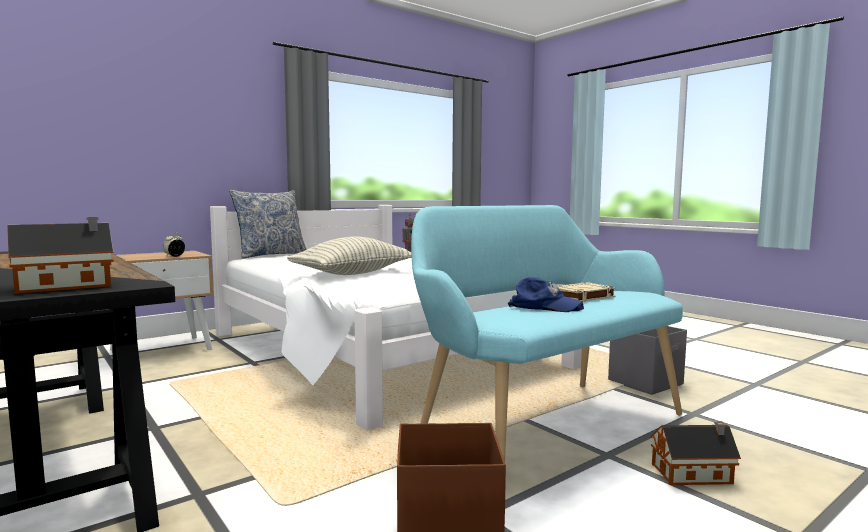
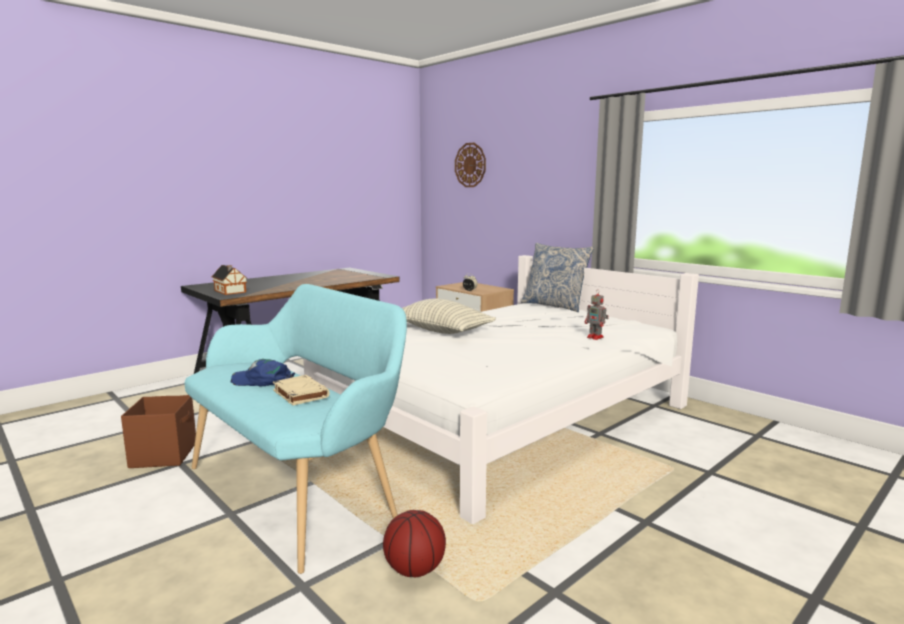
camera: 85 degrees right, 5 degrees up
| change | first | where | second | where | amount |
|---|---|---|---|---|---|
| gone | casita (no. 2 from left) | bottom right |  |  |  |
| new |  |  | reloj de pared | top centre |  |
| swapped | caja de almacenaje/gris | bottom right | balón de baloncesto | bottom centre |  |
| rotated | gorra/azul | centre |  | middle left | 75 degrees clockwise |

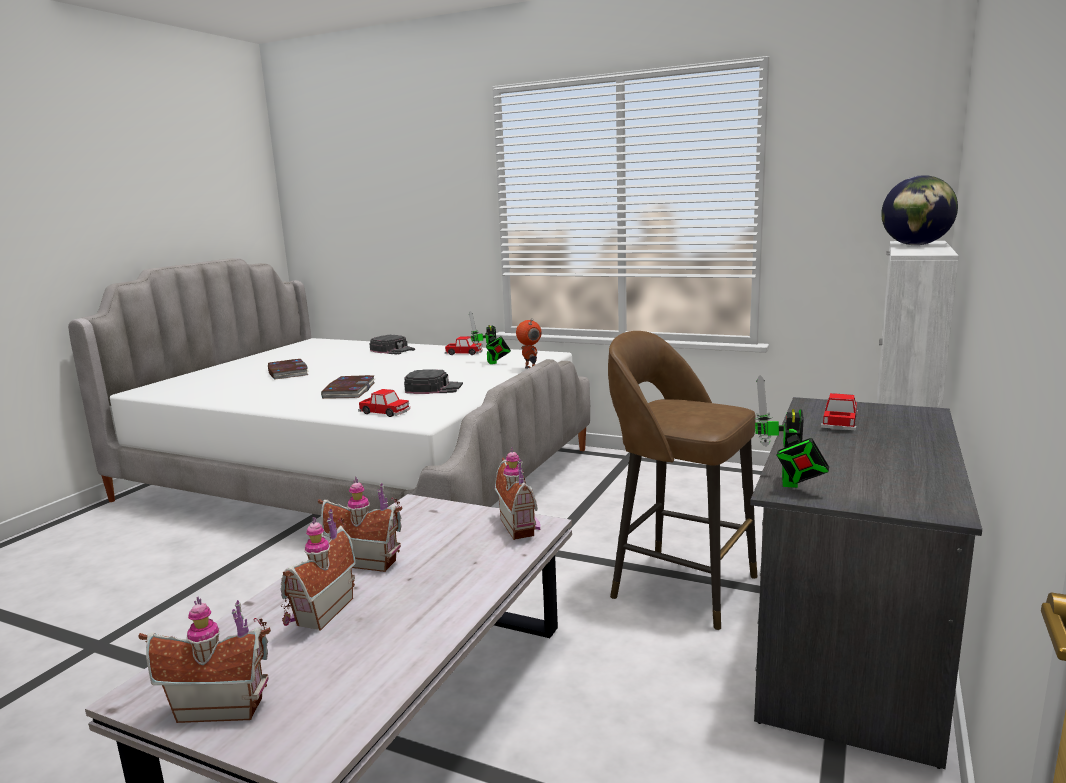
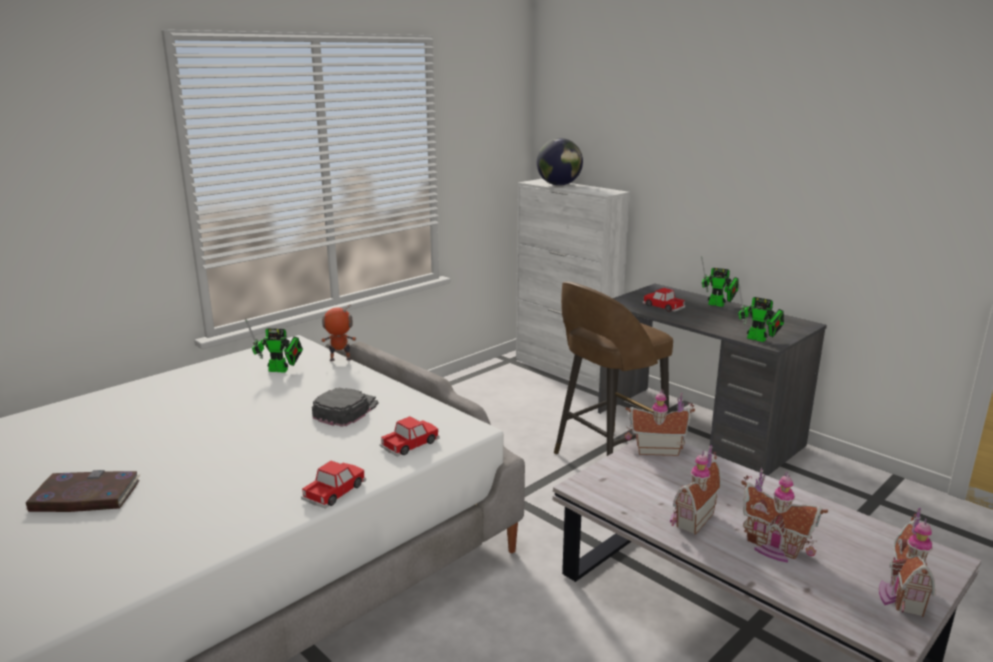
camera: 70 degrees left, 5 degrees up
| change | first | where | second | where | amount |
|---|---|---|---|---|---|
| gone | libro (no. 2 from left) | middle left |  |  |  |
| gone | gorra/negro (no. 1 from left) | centre |  |  |  |
| new |  |  | robot de juguete (no. 3 from left) | middle right |  |
| shifted | coche de juguete (no. 2 from left in the first image) | centre | coche de juguete (no. 1 from left) | bottom centre |  |

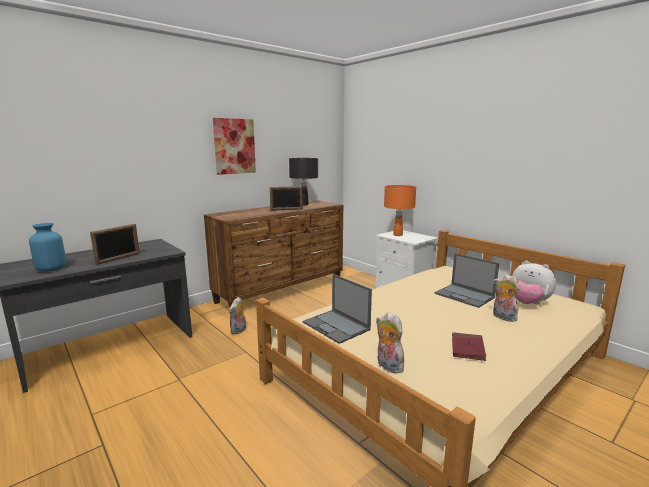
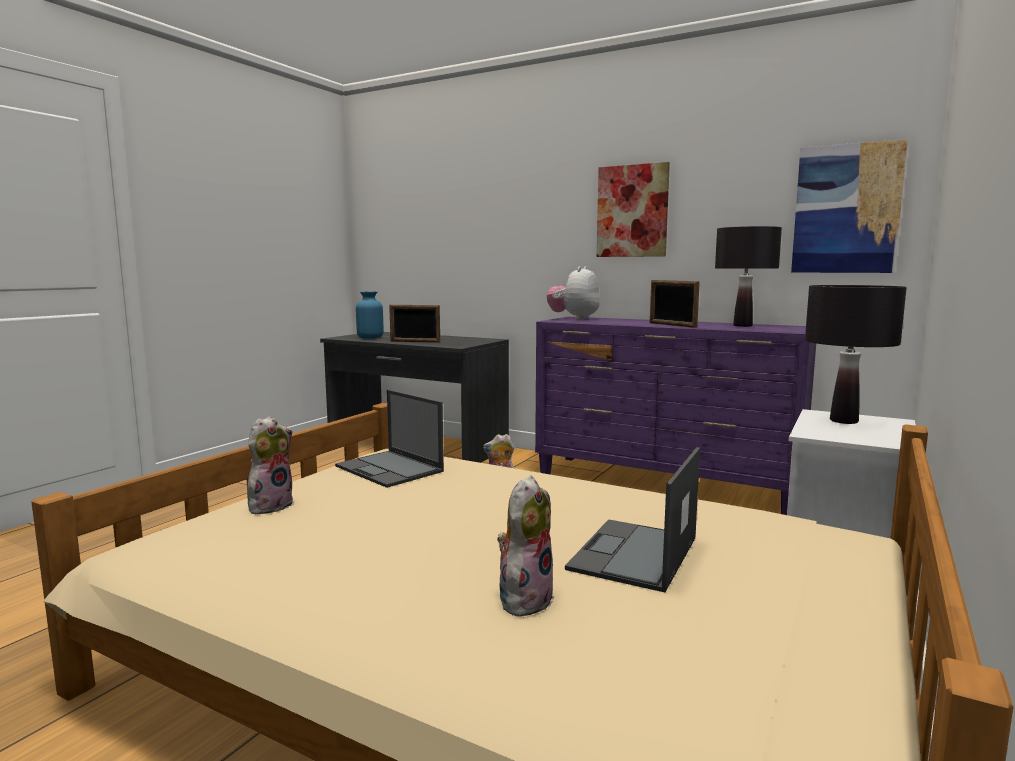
camera: 70 degrees right, 5 degrees down
| change | first | where | second | where | amount |
|---|---|---|---|---|---|
| gone | libro/rojo | bottom right |  |  |  |
| new |  |  | cuadro (no. 2 from left) | top right |  |
| shifted | peluche (no. 4 from left) | middle right |  | centre |  |
| repainted | cómoda/marrón | centre | cómoda/morado | centre |  |
| repainted | lámpara de mesa/naranja | centre | lámpara de mesa/negro (no. 2 from left) | middle right |  |
| rotated | portátil (no. 1 from left) | centre |  | centre | 75 degrees counterclockwise |

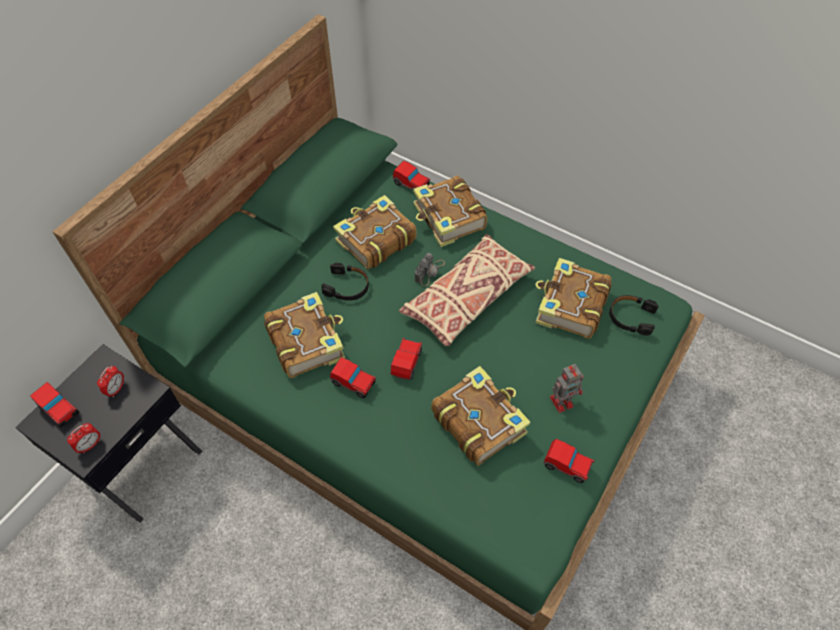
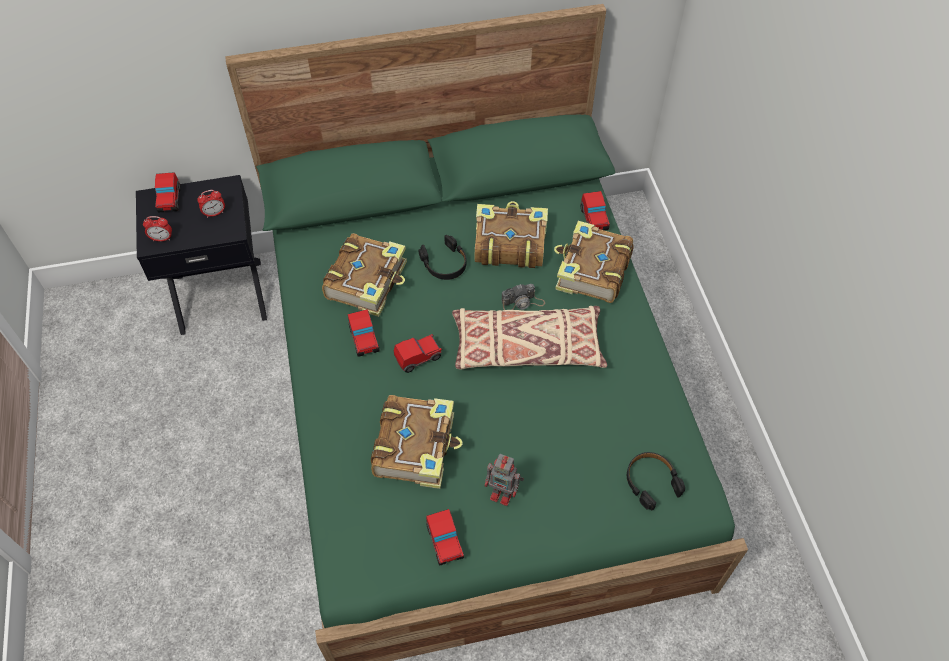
camera: 45 degrees right, 0 degrees up
| change | first | where | second | where | amount |
|---|---|---|---|---|---|
| gone | libro (no. 5 from left) | middle right |  |  |  |

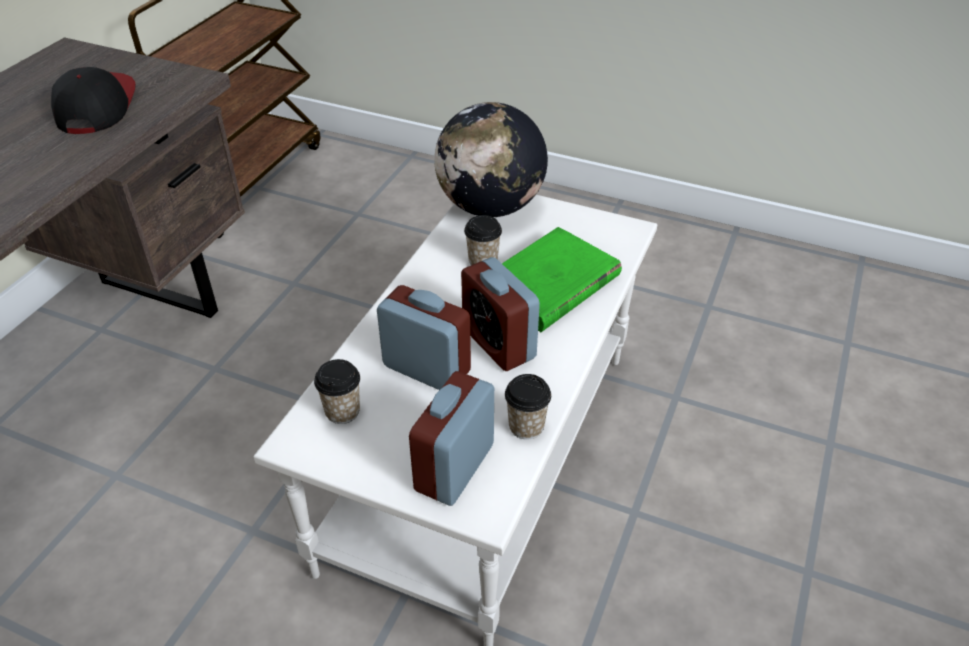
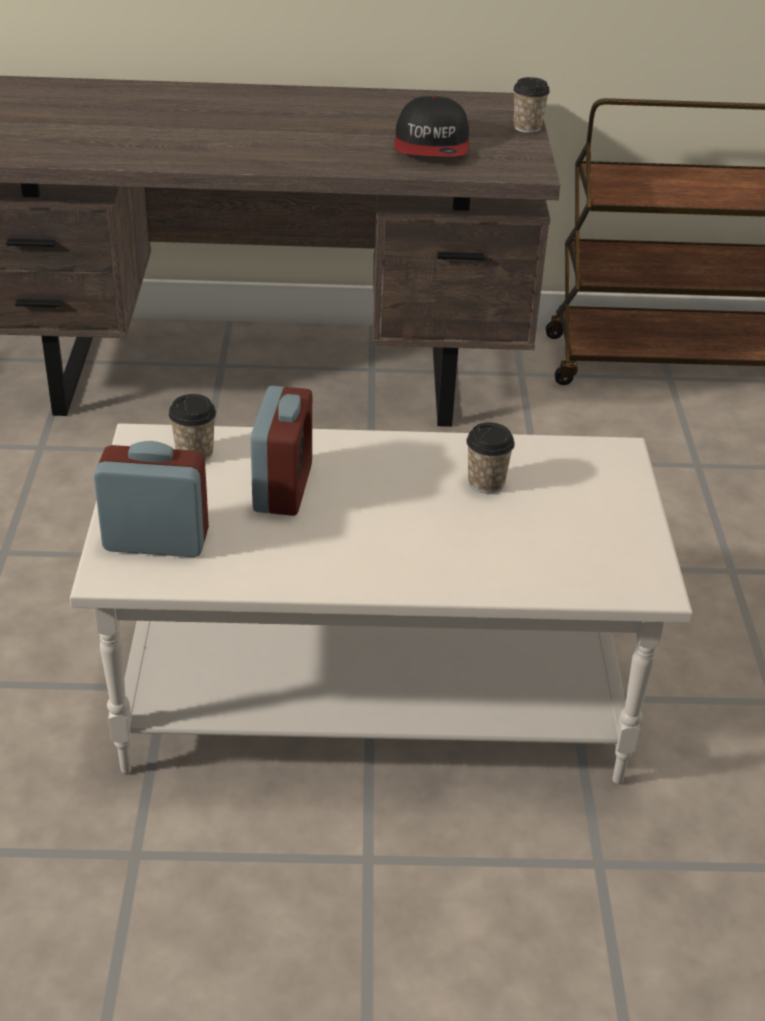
camera: 65 degrees right, 5 degrees down
| change | first | where | second | where | amount |
|---|---|---|---|---|---|
| gone | globo terráqueo | top centre |  |  |  |
| gone | despertador (no. 3 from left) | centre |  |  |  |
| gone | libro/verde | centre |  |  |  |
| shifted | taza (no. 3 from left) | centre |  | top right |  |
| rotated | gorra | top left |  | top centre | 120 degrees clockwise |

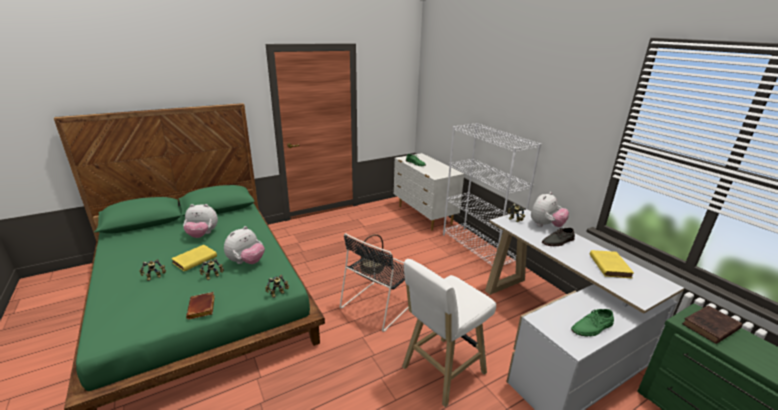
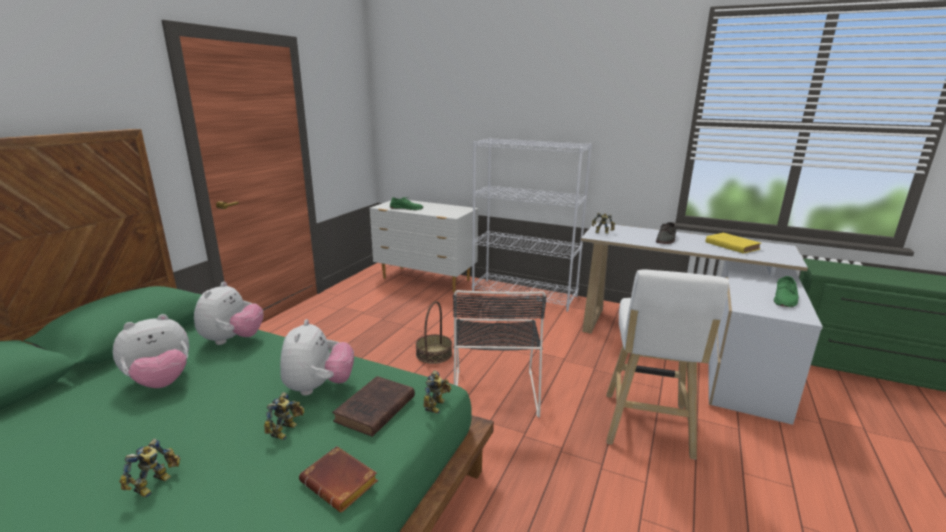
camera: 35 degrees left, 5 degrees down
| change | first | where | second | where | amount |
|---|---|---|---|---|---|
| gone | libro/amarillo (no. 1 from left) | middle left |  |  |  |
| shifted | peluche (no. 3 from left in the first image) | middle right | peluche (no. 2 from left) | middle left |  |
| shifted | libro/marrón (no. 2 from left) | bottom right |  | bottom centre |  |

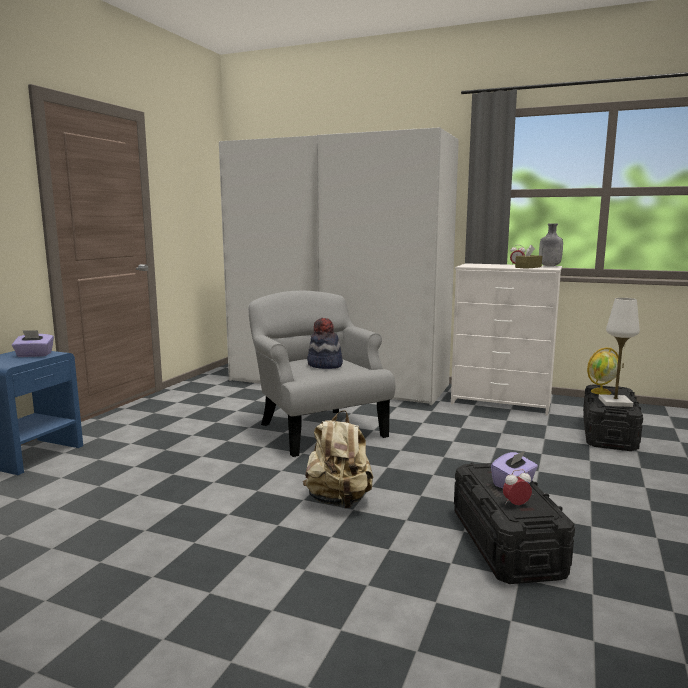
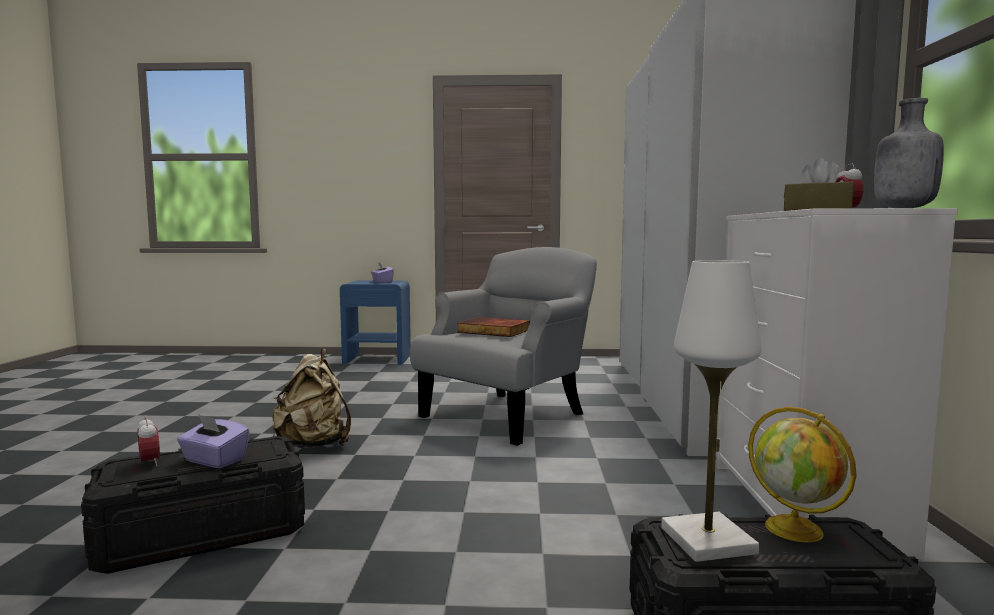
camera: 70 degrees right, 5 degrees down
| change | first | where | second | where | amount |
|---|---|---|---|---|---|
| swapped | sombrero | centre | libro | centre |  |

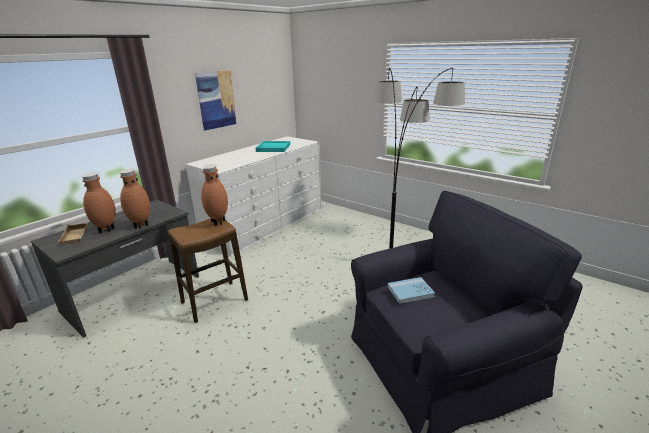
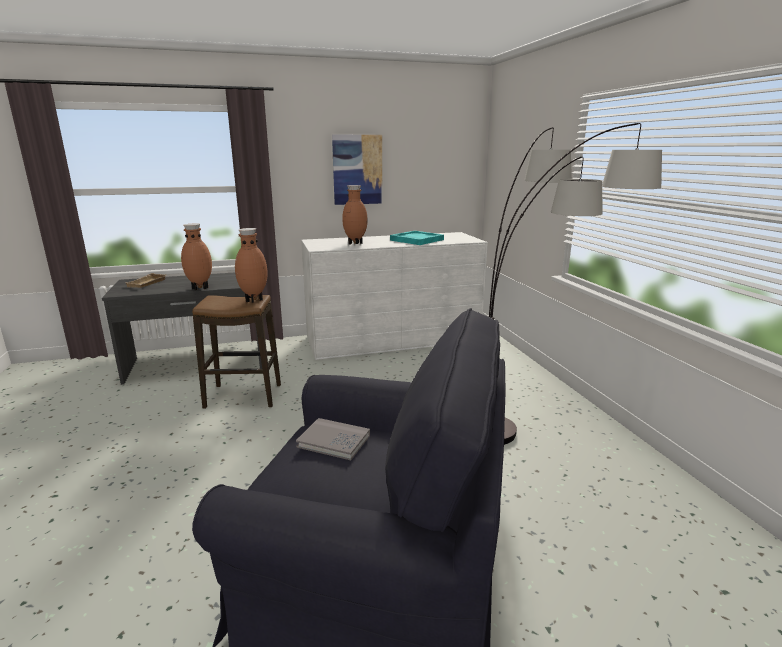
camera: 35 degrees right, 5 degrees down
| change | first | where | second | where | amount |
|---|---|---|---|---|---|
| shifted | florero/marrón (no. 1 from left in the first image) | middle left | florero/marrón (no. 3 from left) | top centre |  |
| repainted | libro/azul | bottom centre | libro/gris | bottom centre |  |

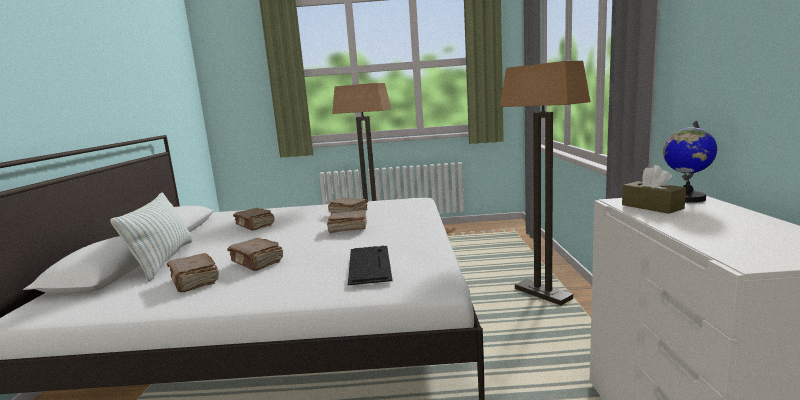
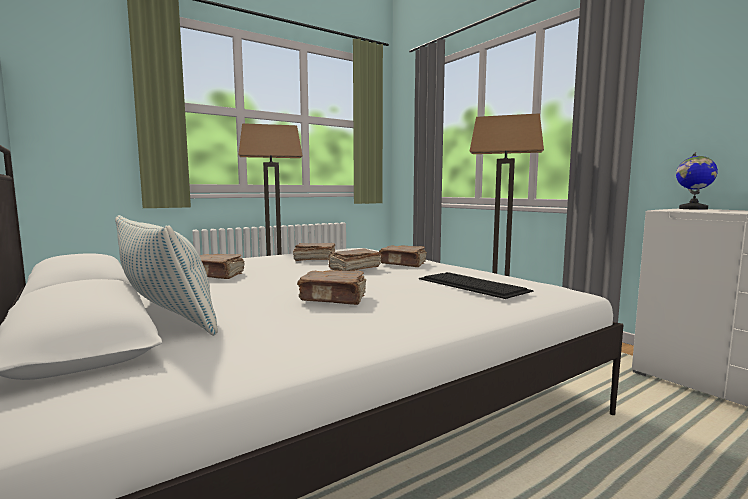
camera: 35 degrees left, 5 degrees down
| change | first | where | second | where | amount |
|---|---|---|---|---|---|
| gone | caja de pañuelos/marrón | middle right |  |  |  |
| shifted | libro/marrón (no. 1 from left in the first image) | bottom left | libro/marrón (no. 5 from left) | centre |  |

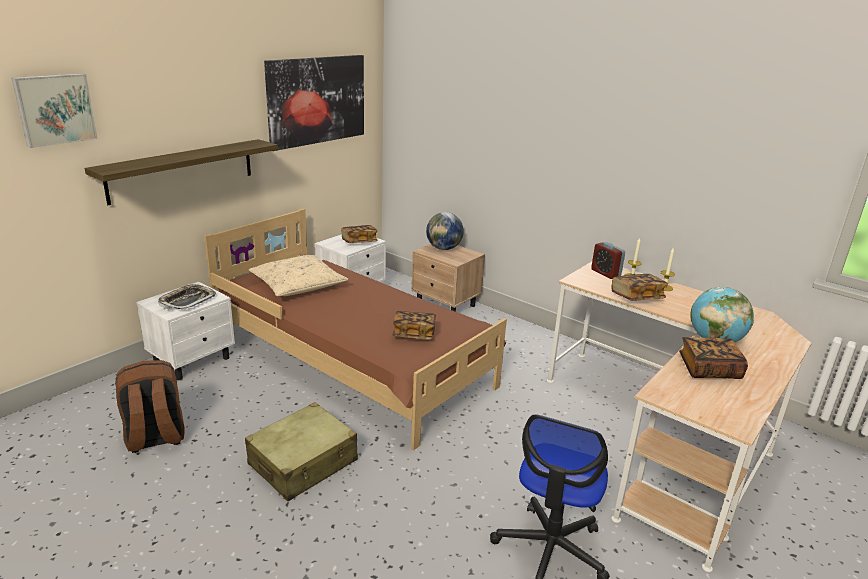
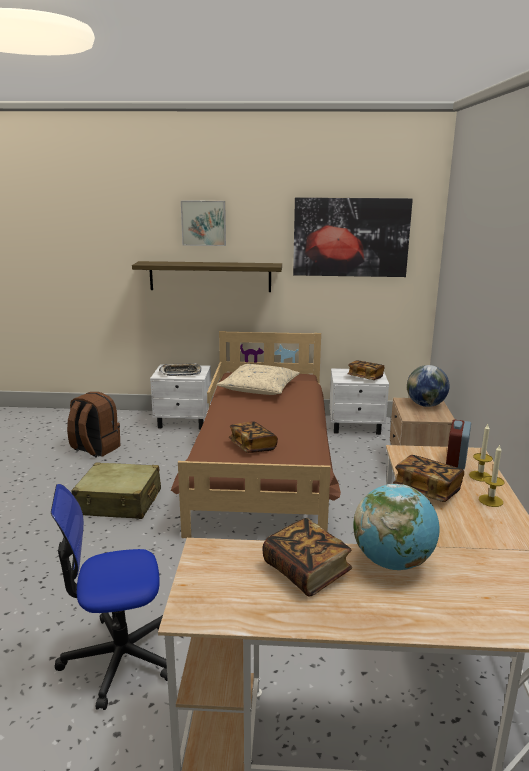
camera: 55 degrees right, 5 degrees down
| change | first | where | second | where | amount |
|---|---|---|---|---|---|
| shifted | cuadro (no. 1 from left) | top left |  | top centre |  |

